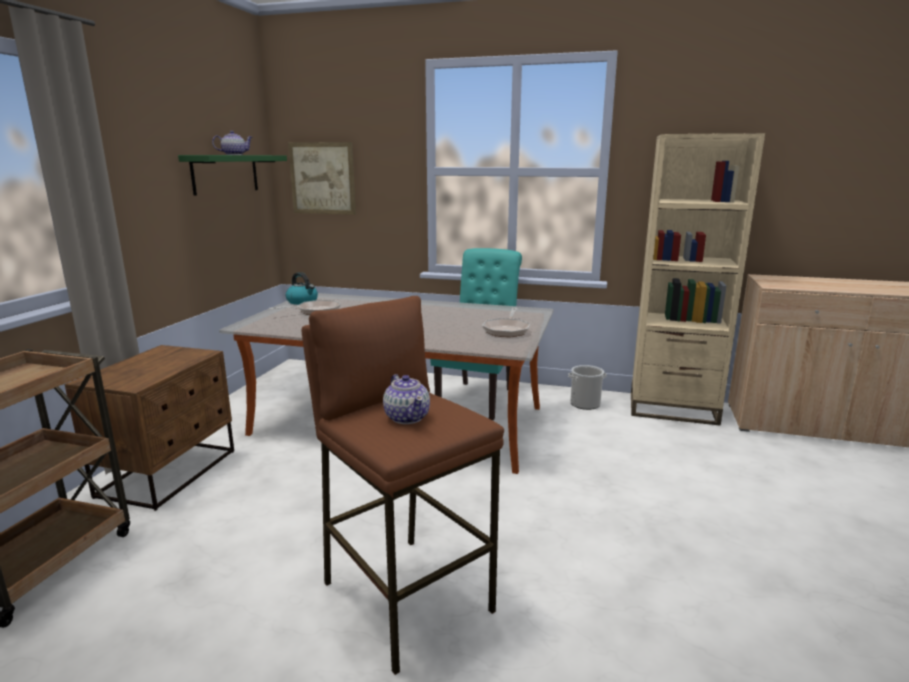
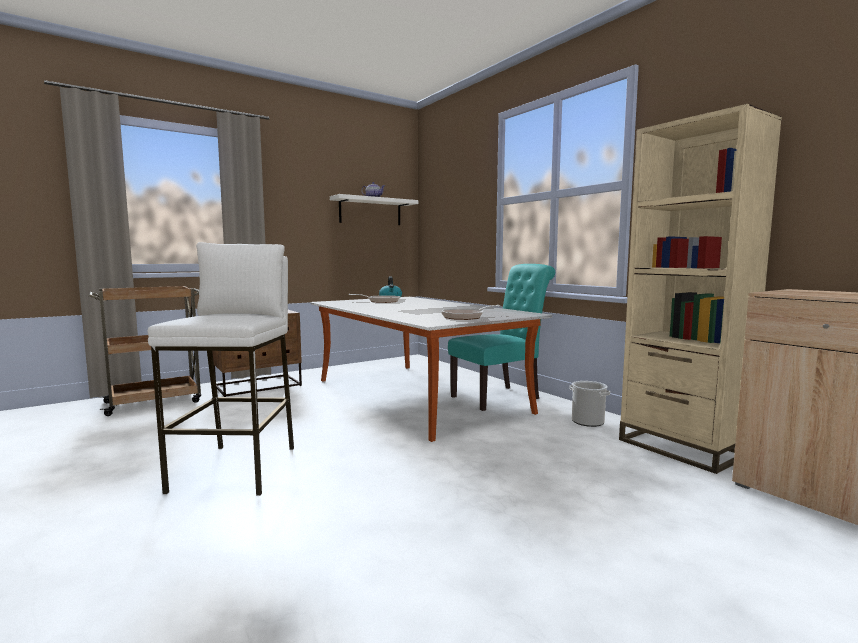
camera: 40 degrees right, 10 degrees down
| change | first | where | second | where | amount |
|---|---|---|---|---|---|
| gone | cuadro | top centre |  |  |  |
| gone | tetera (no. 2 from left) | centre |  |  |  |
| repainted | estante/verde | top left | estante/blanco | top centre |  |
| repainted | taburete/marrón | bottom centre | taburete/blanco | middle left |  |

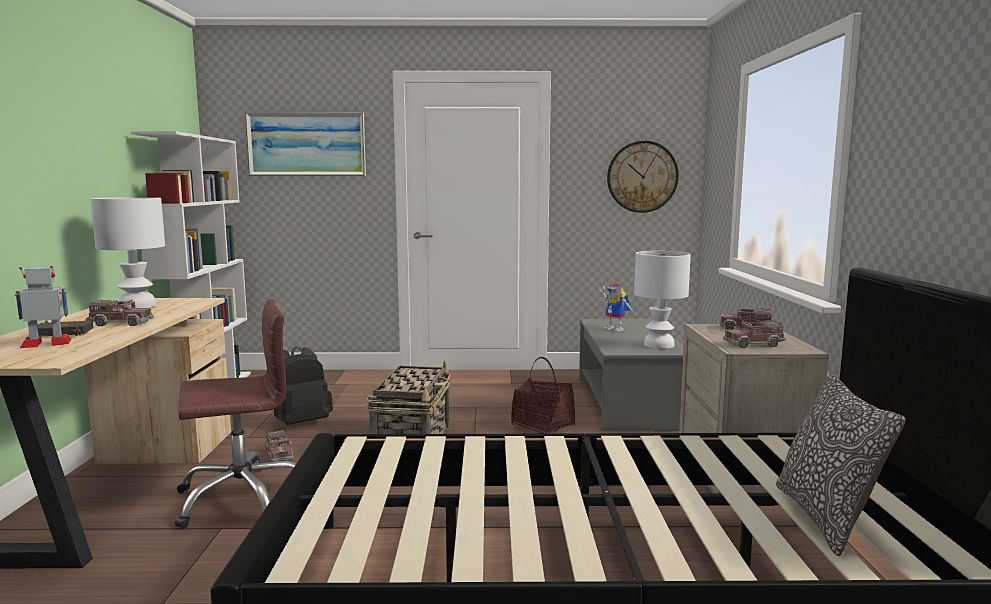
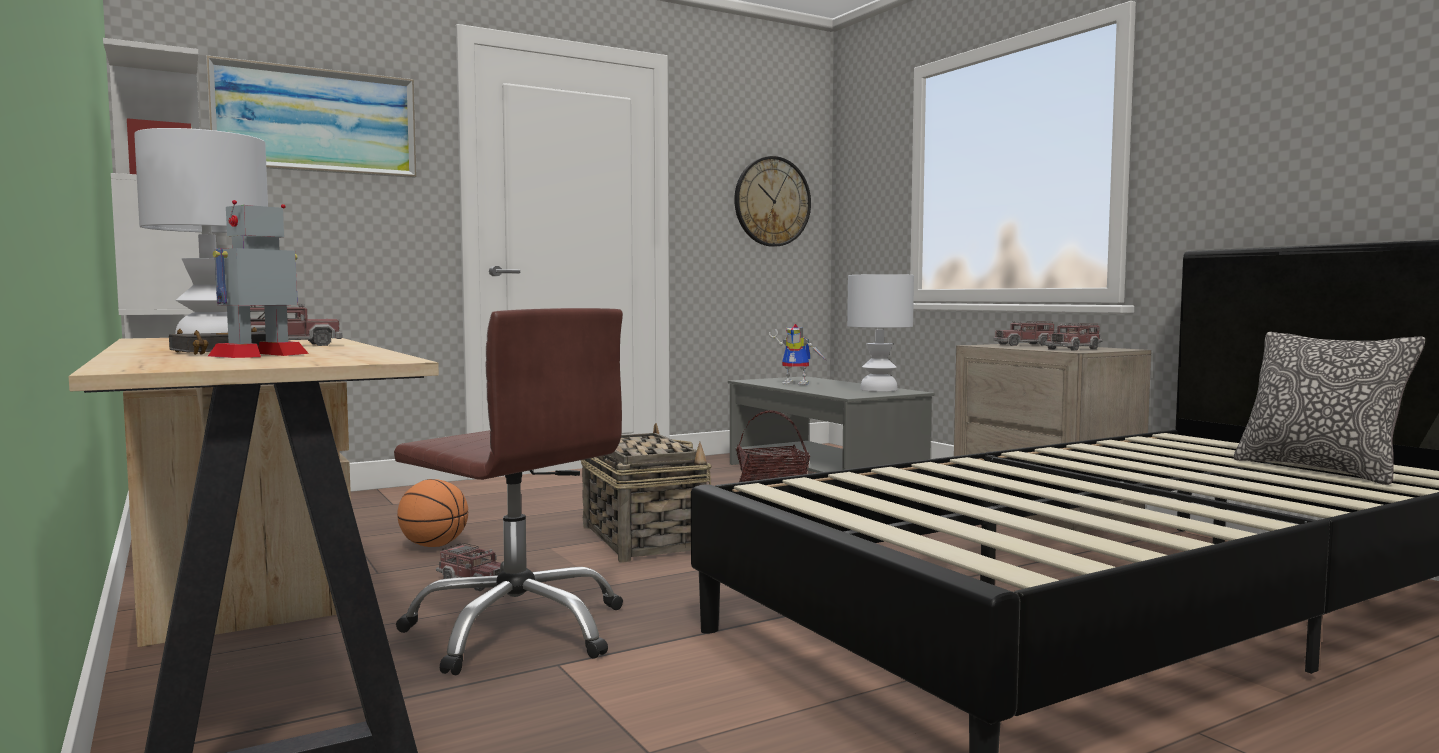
camera: 30 degrees left, 5 degrees down
| change | first | where | second | where | amount |
|---|---|---|---|---|---|
| swapped | mochila/negro | middle left | balón de baloncesto | bottom left |  |
| rotated | silla de oficina/marrón | bottom left |  | centre | 90 degrees clockwise |

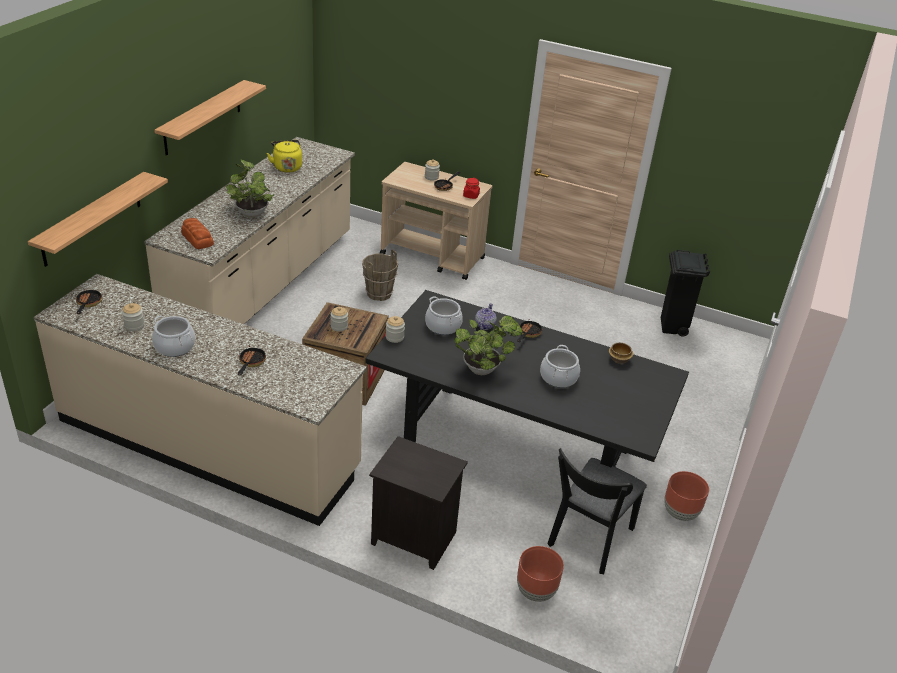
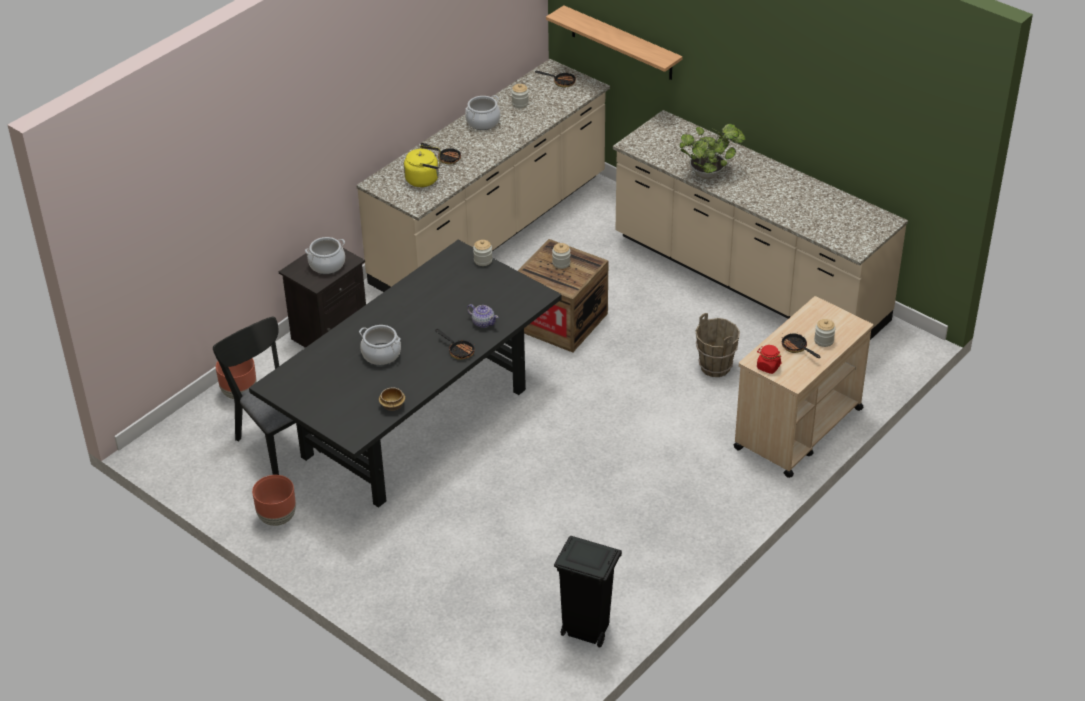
camera: 110 degrees right, 5 degrees up
| change | first | where | second | where | amount |
|---|---|---|---|---|---|
| gone | estante (no. 2 from left) | top left |  |  |  |
| gone | pan | middle left |  |  |  |
| gone | planta en maceta (no. 2 from left) | centre |  |  |  |
| shifted | hervidor/amarillo | top left |  | top centre |  |
| shifted | olla (no. 2 from left in the first image) | centre | olla (no. 1 from left) | middle left |  |

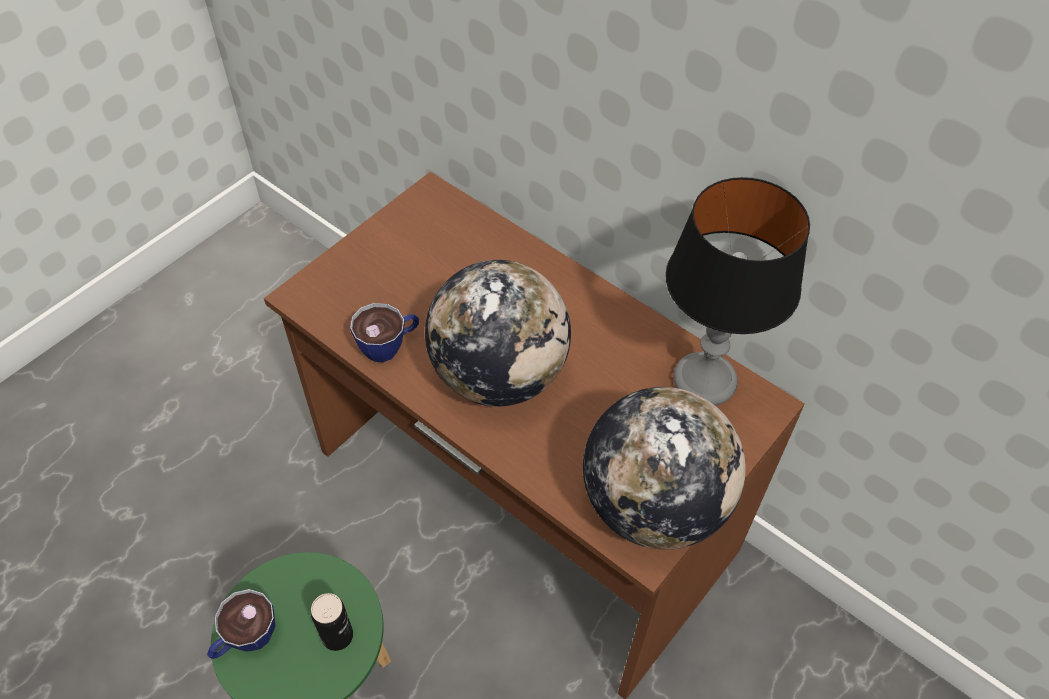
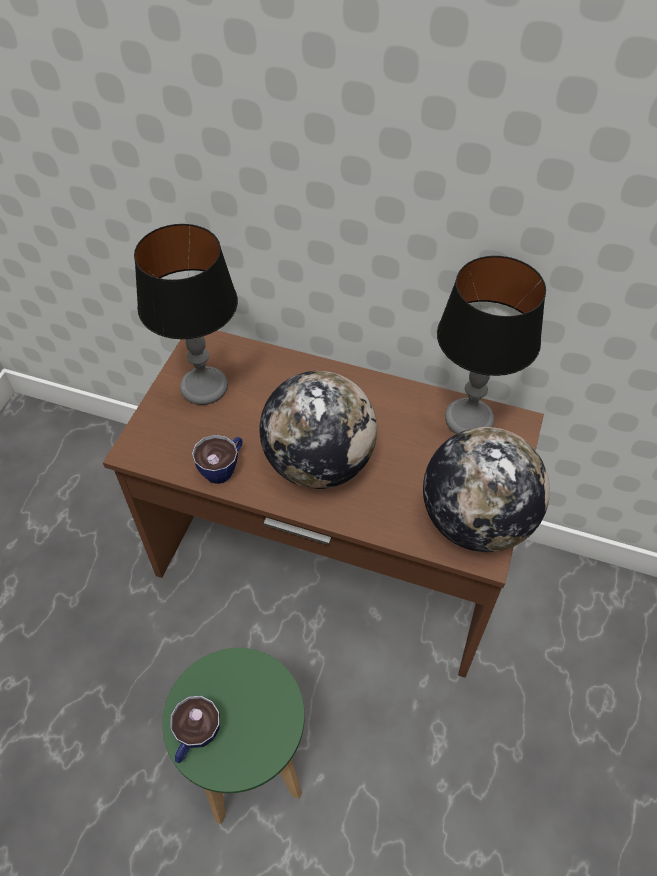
camera: 20 degrees left, 0 degrees up
| change | first | where | second | where | amount |
|---|---|---|---|---|---|
| gone | lata | bottom left |  |  |  |
| new |  |  | lámpara de mesa (no. 1 from left) | middle left |  |

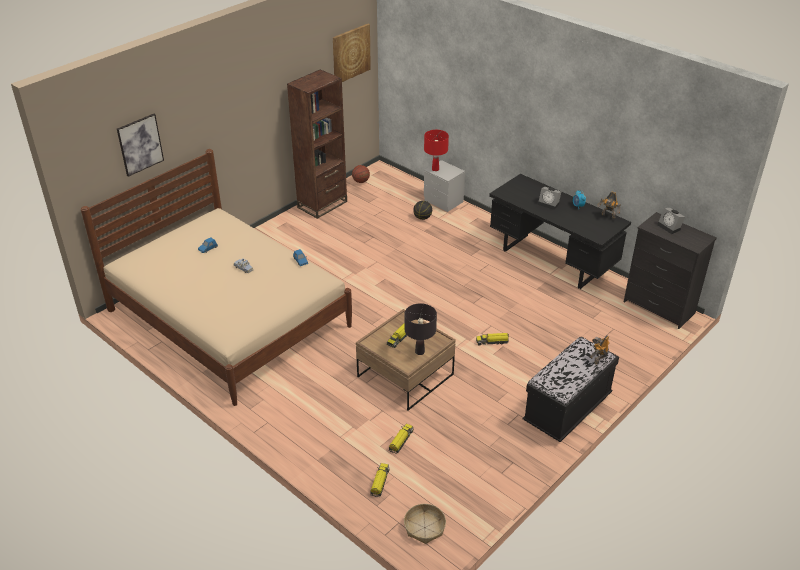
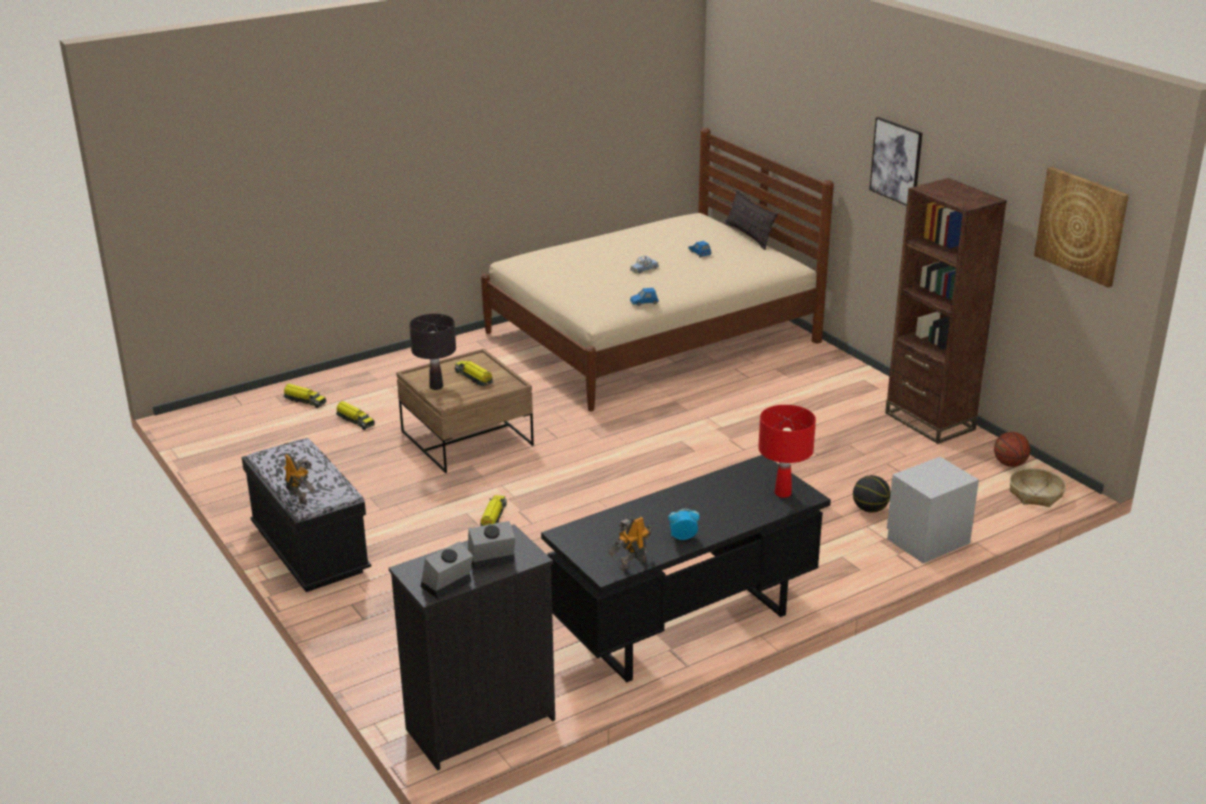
camera: 105 degrees right, 10 degrees down
| change | first | where | second | where | amount |
|---|---|---|---|---|---|
| new |  |  | cojín | top centre |  |
| shifted | cuadro (no. 1 from left) | top left |  | top right |  |
| shifted | cesta | bottom centre |  | middle right |  |
| shifted | lámpara de mesa/rojo | top centre |  | centre |  |
| shifted | despertador (no. 1 from left) | middle right |  | bottom centre |  |

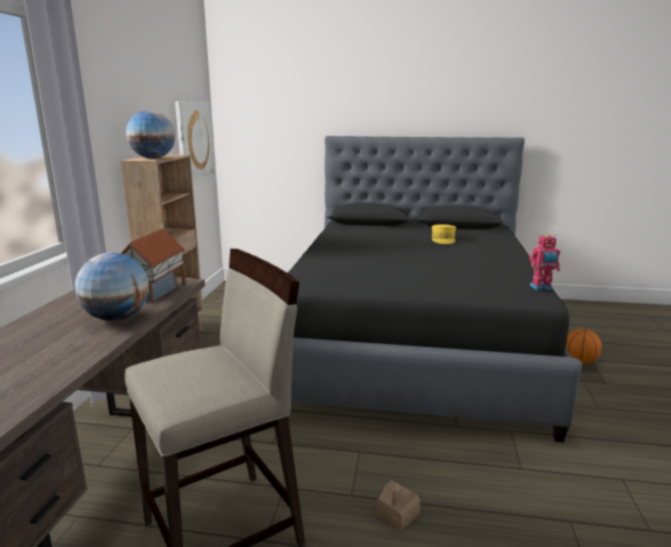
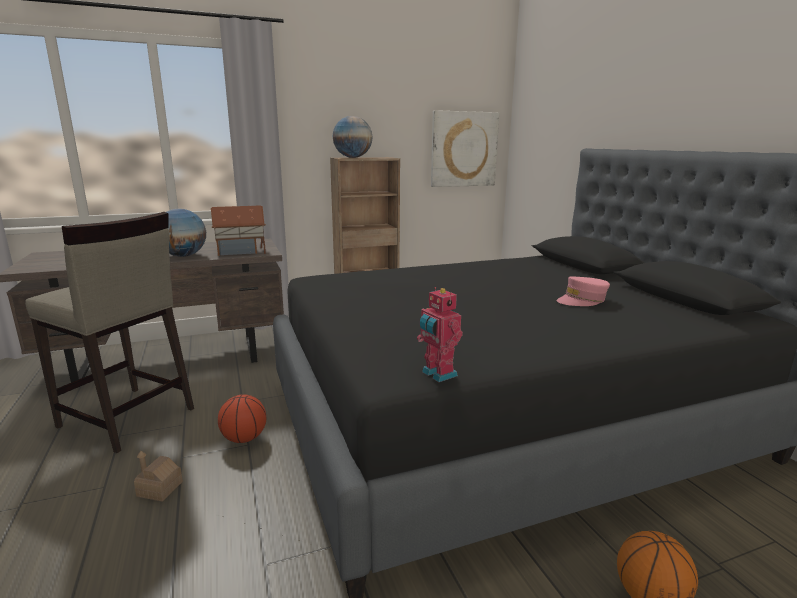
camera: 60 degrees right, 0 degrees up
| change | first | where | second | where | amount |
|---|---|---|---|---|---|
| new |  |  | balón de baloncesto (no. 1 from left) | bottom left |  |
| repainted | gorra/amarillo | centre | gorra/rosa | middle right |  |

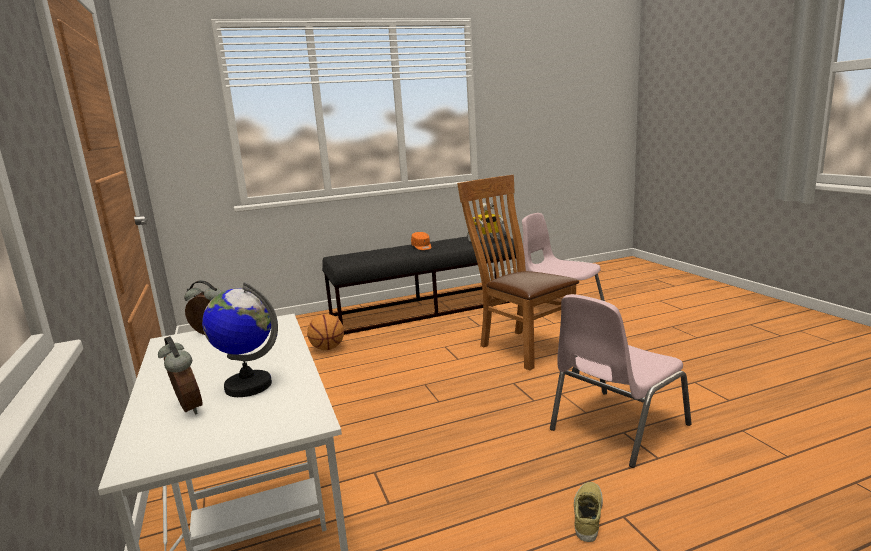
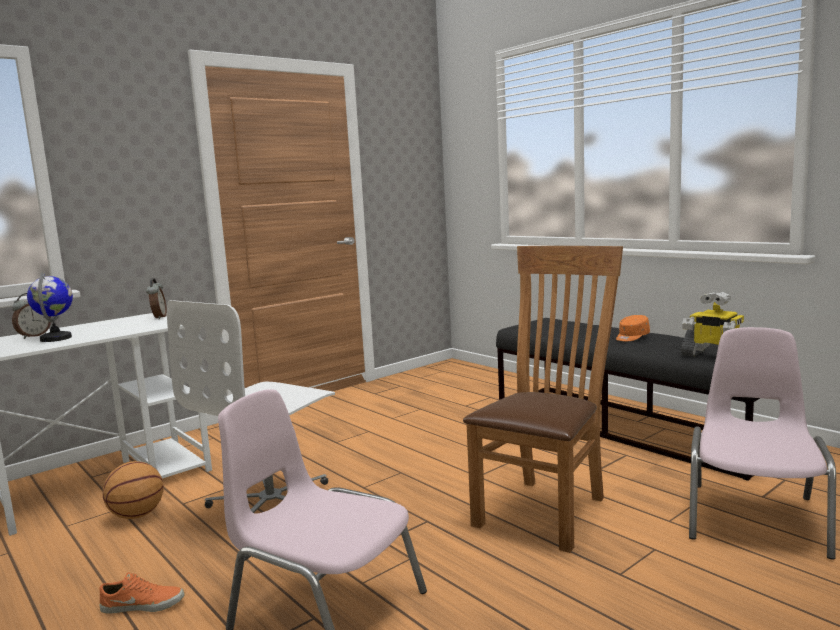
camera: 70 degrees right, 5 degrees down
| change | first | where | second | where | amount |
|---|---|---|---|---|---|
| new |  |  | silla de oficina/blanco | middle left |  |
| shifted | balón de baloncesto | centre |  | bottom left |  |
| repainted | zapato/beis | bottom right | zapato/naranja | bottom left |  |

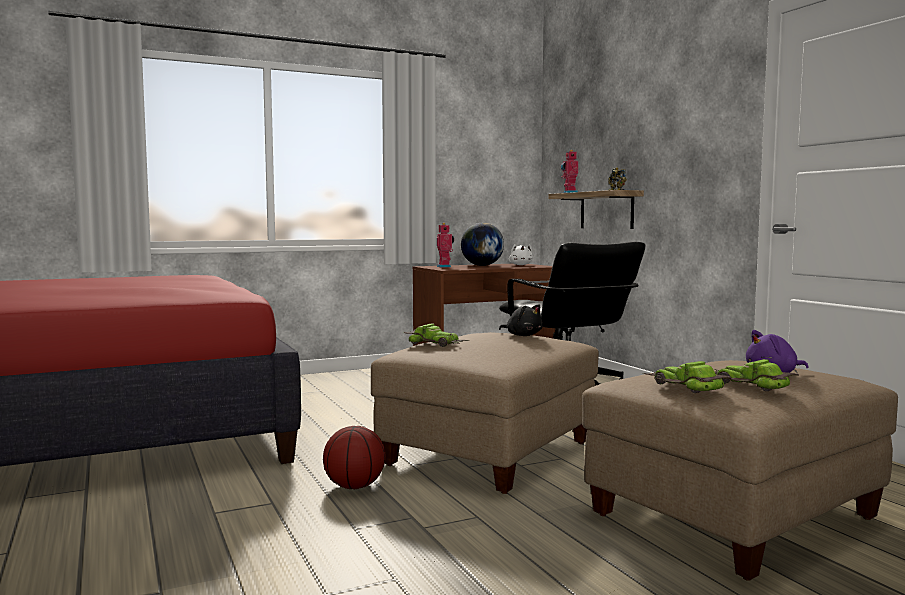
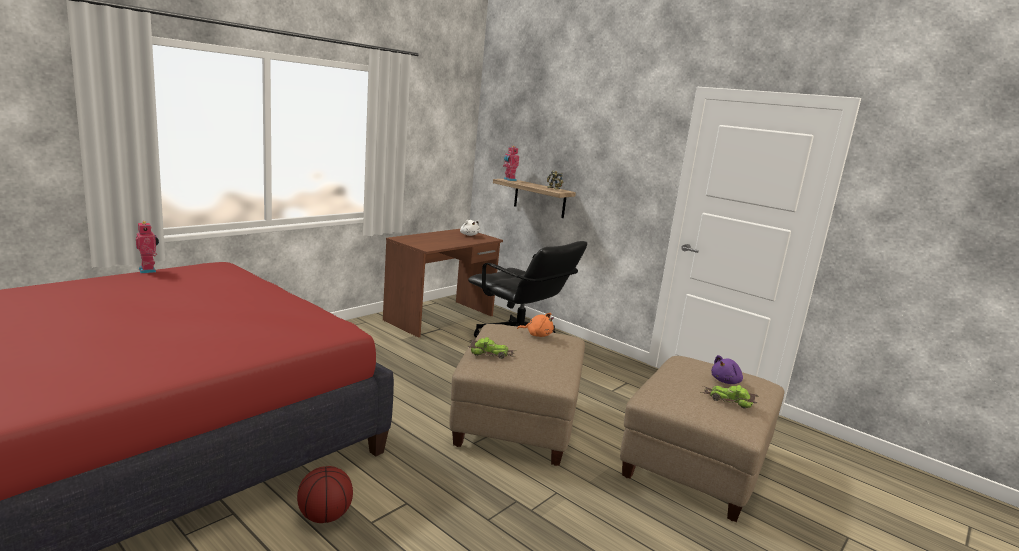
camera: 25 degrees left, 10 degrees up
| change | first | where | second | where | amount |
|---|---|---|---|---|---|
| gone | globo terráqueo | centre |  |  |  |
| gone | coche de juguete (no. 2 from left) | middle right |  |  |  |
| shifted | balón de baloncesto | bottom centre |  | bottom left |  |
| shifted | robot de juguete (no. 1 from left) | centre |  | middle left |  |
| repainted | peluche/negro | centre | peluche/naranja | centre |  |

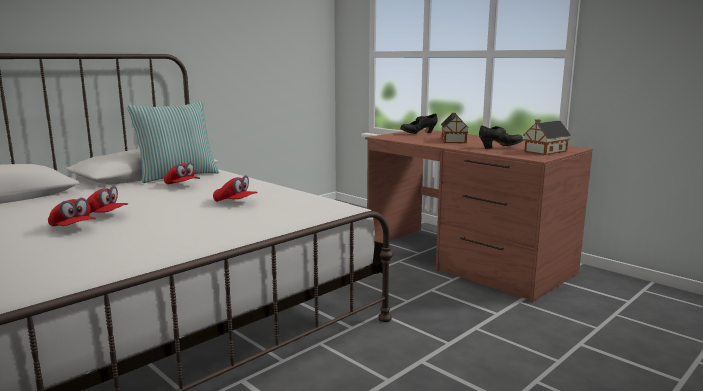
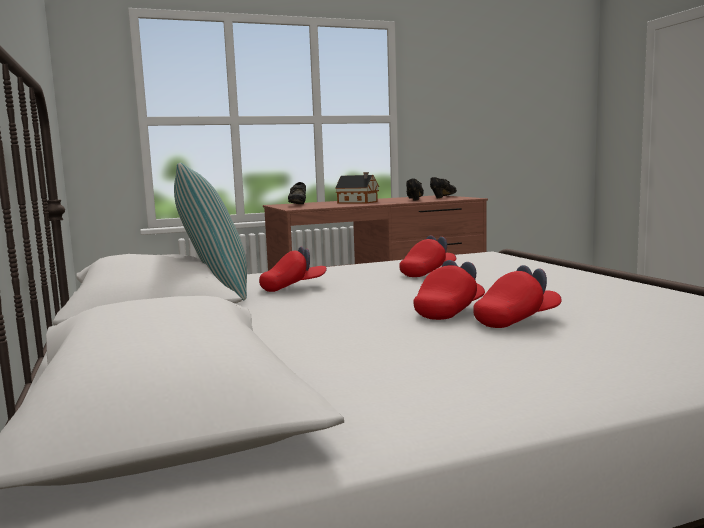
camera: 65 degrees left, 5 degrees down
| change | first | where | second | where | amount |
|---|---|---|---|---|---|
| swapped | casita (no. 2 from left) | middle right | zapato/negro (no. 3 from left) | centre |  |

